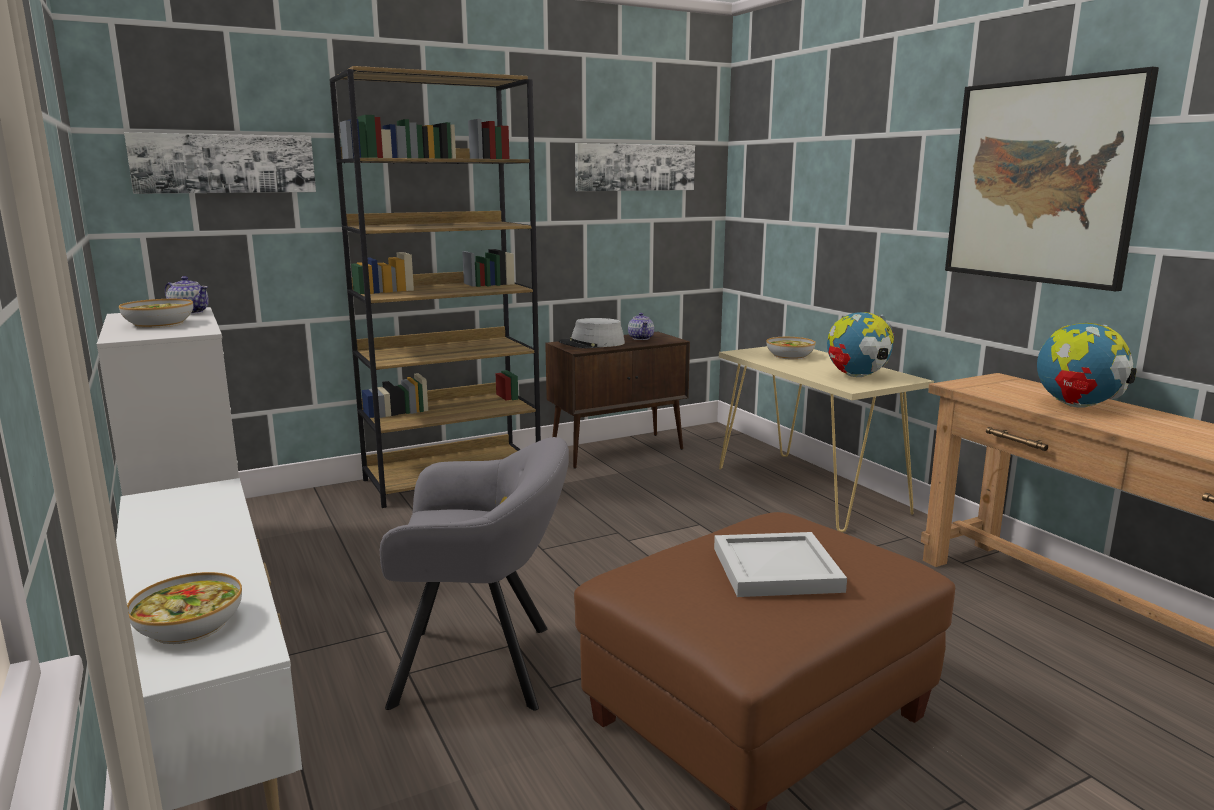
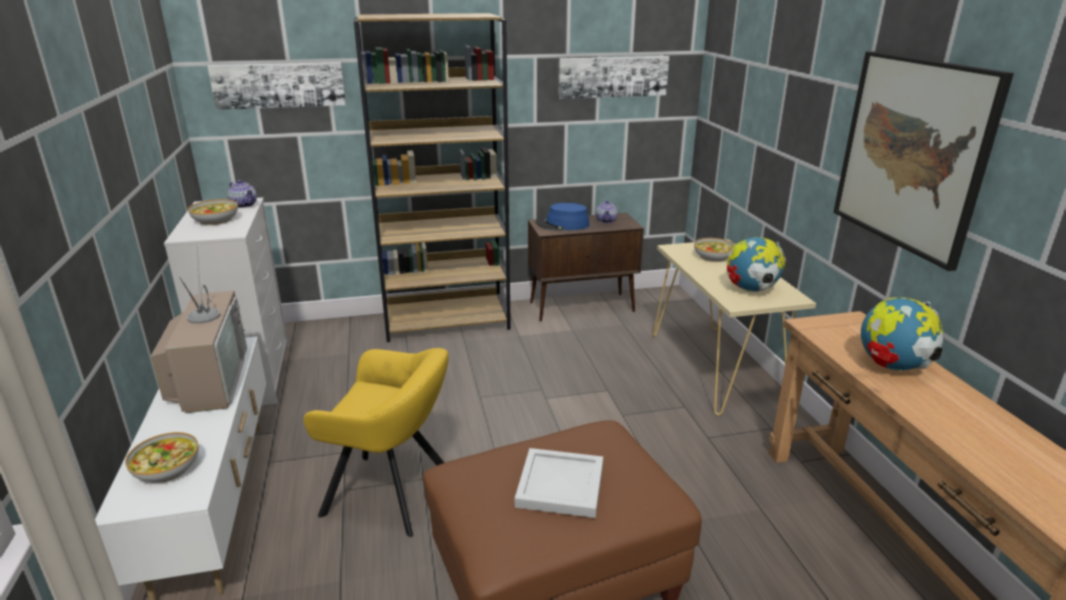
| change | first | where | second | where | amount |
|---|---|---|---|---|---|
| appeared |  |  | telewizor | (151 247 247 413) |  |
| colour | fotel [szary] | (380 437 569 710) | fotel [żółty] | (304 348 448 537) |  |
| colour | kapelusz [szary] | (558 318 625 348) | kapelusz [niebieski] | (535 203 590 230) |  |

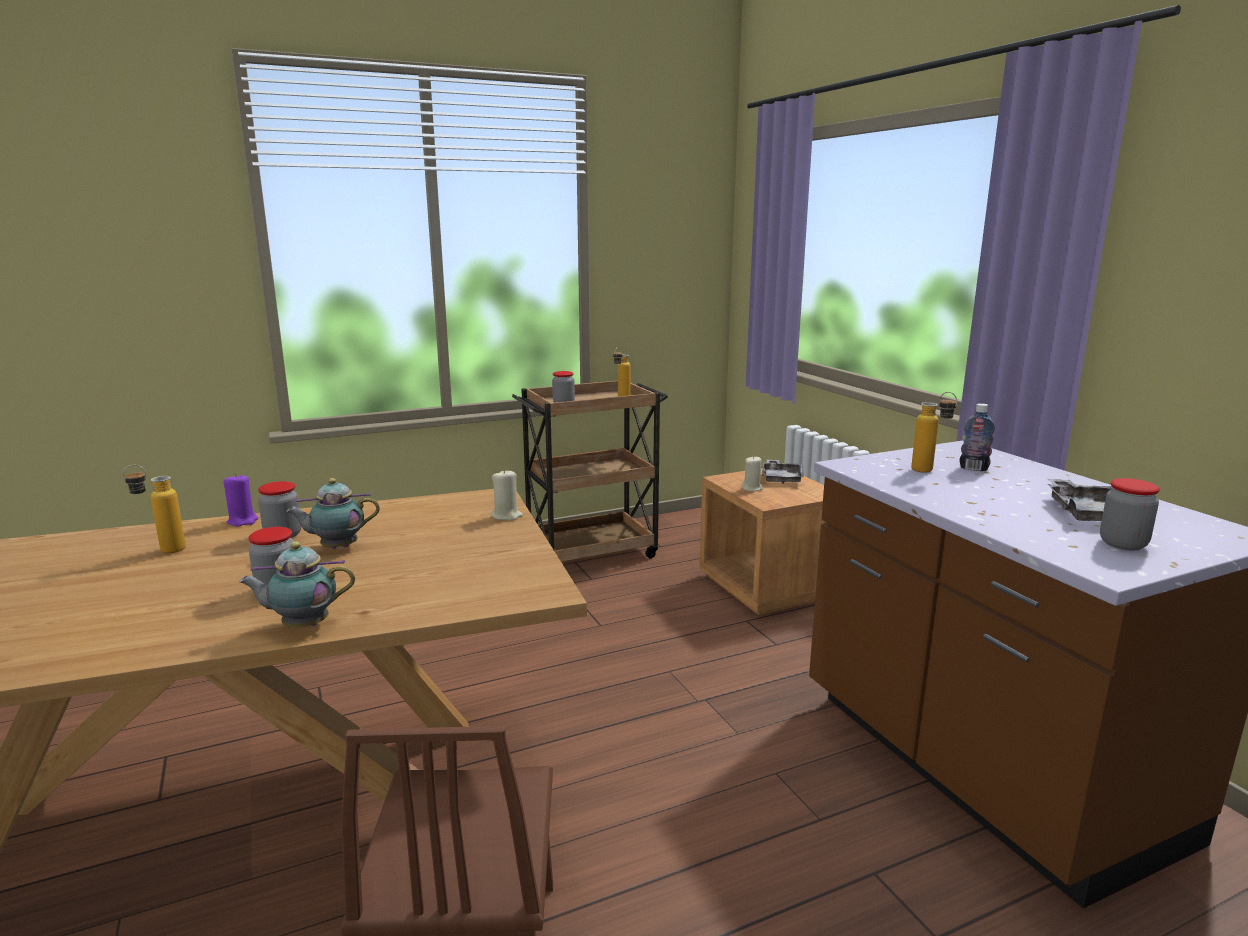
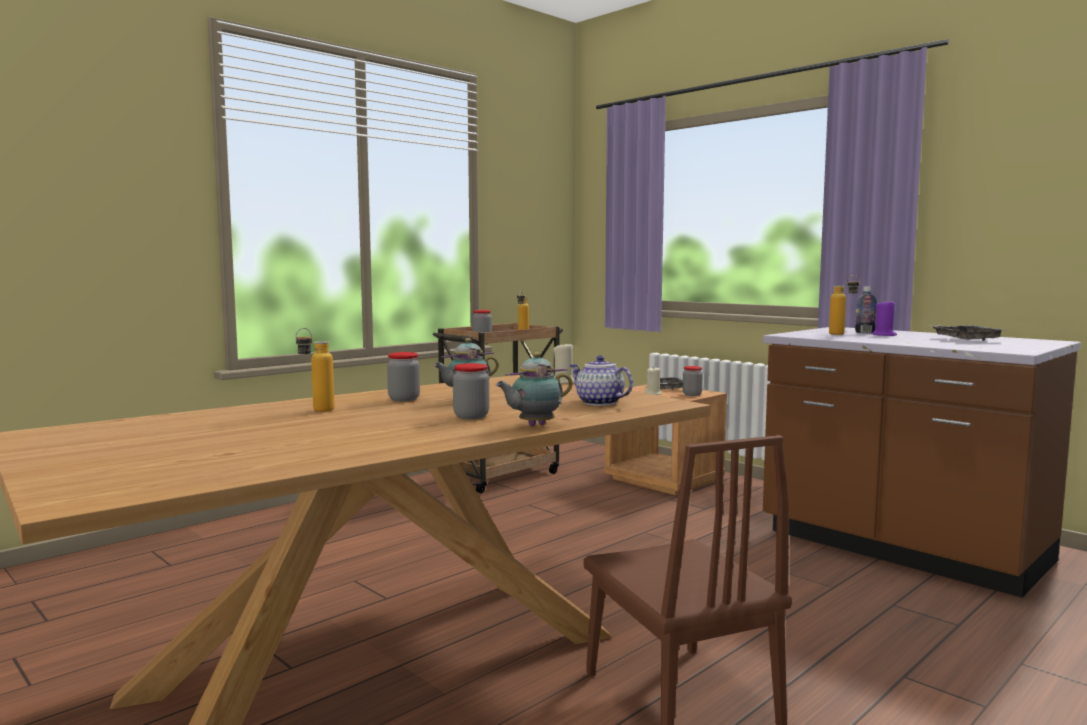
| change | first | where | second | where | amount |
|---|---|---|---|---|---|
| appeared |  |  | imbryk | (570 355 633 406) |  |
| relocated | świeca [fioletowy] | (224 473 258 527) |  | (872 299 897 336) |  |
| relocated | słoik | (1100 478 1160 551) |  | (683 366 703 396) |  |

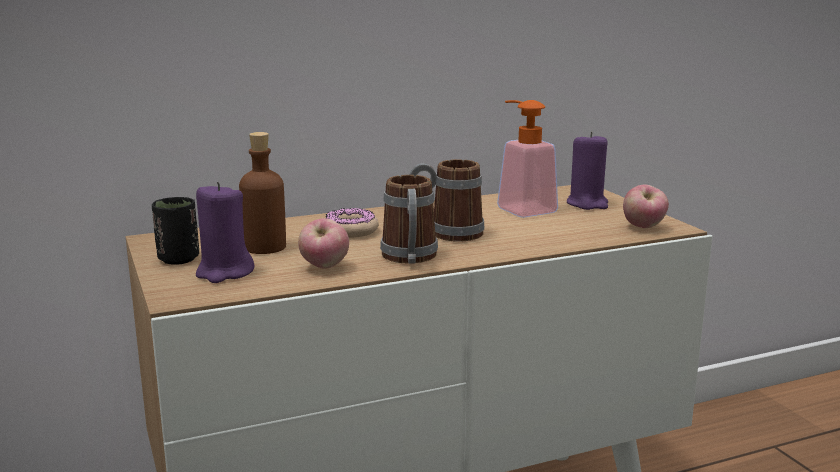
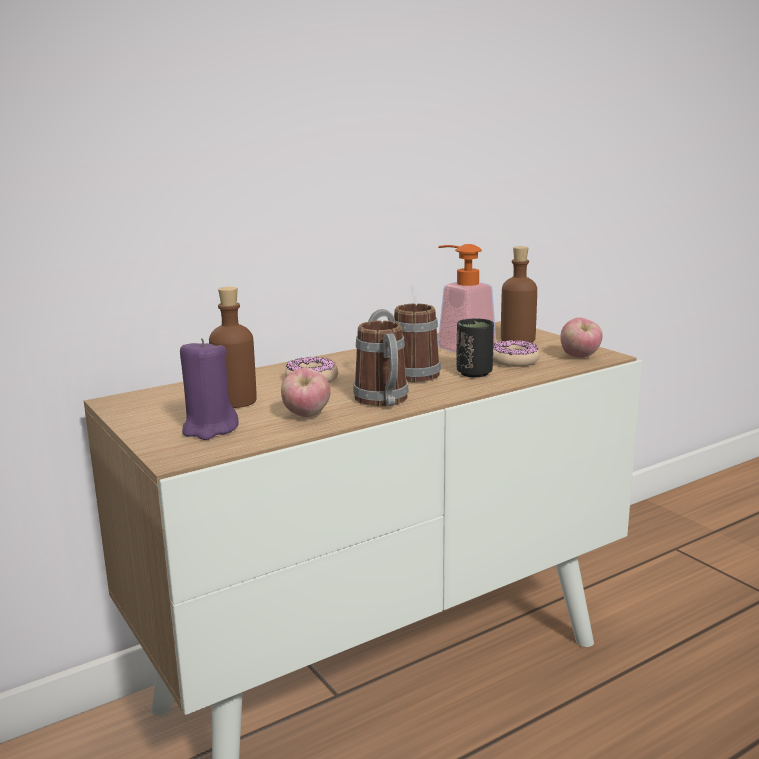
| change | first | where | second | where | amount |
|---|---|---|---|---|---|
| appeared |  |  | donut | (493 340 540 367) |  |
| relocated | filiżanka [czarny] | (152 197 199 265) |  | (457 319 494 377) |  |
| exchanged | świeca [fioletowy] | (567 131 608 210) | butelka [brązowy] | (501 246 537 342) |  |

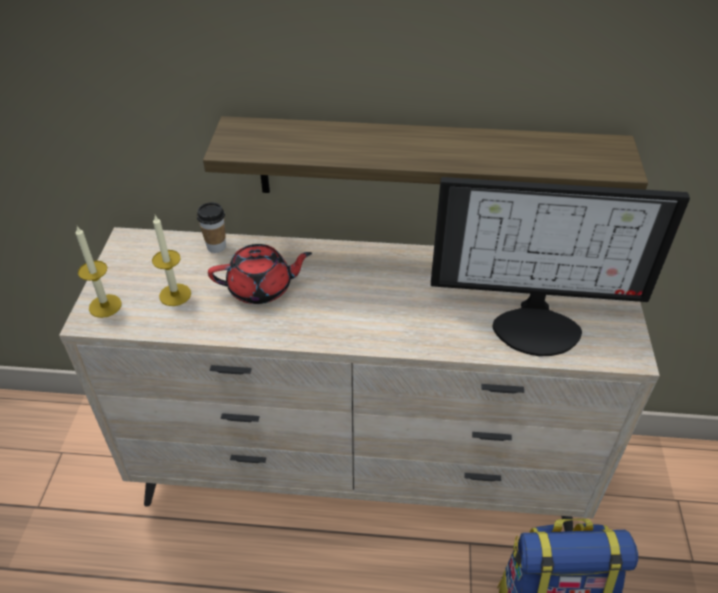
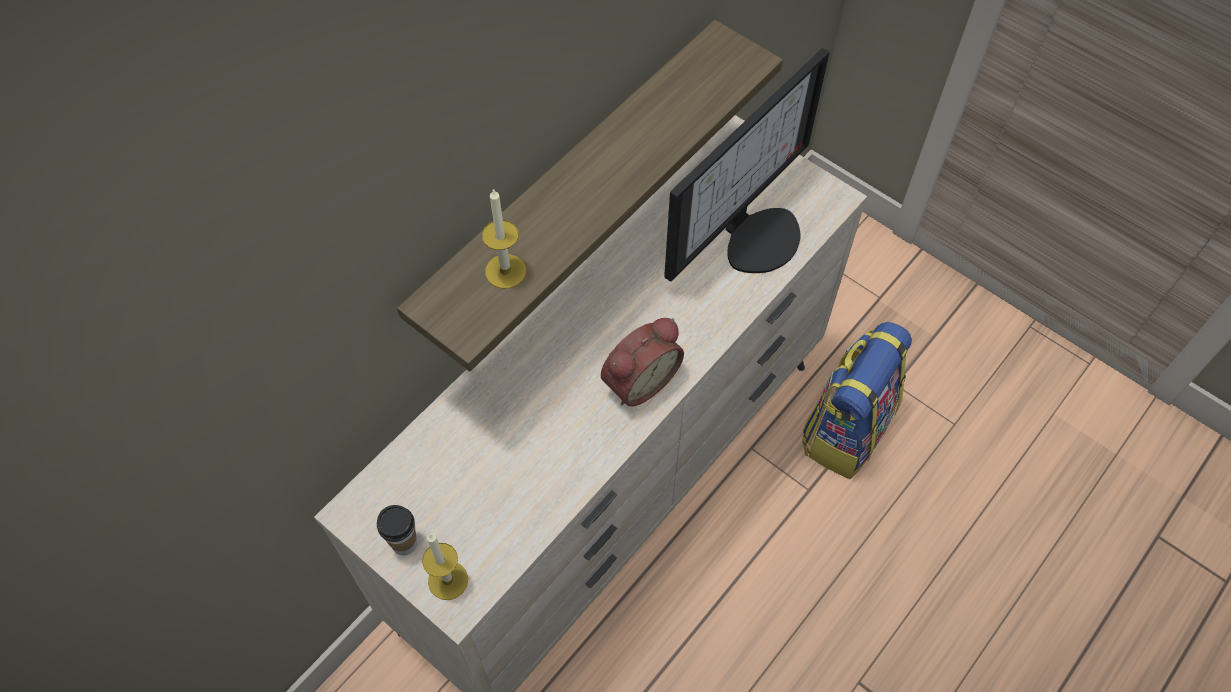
| change | first | where | second | where | amount |
|---|---|---|---|---|---|
| missing | imbryk [czerwony] | (208 244 312 304) |  |  |  |
| appeared |  |  | budzik | (601 318 684 407) |  |
| relocated | świeca | (152 216 191 306) |  | (482 188 526 289) |  |
| relocated | filiżanka | (197 202 226 253) |  | (377 505 417 555) |  |

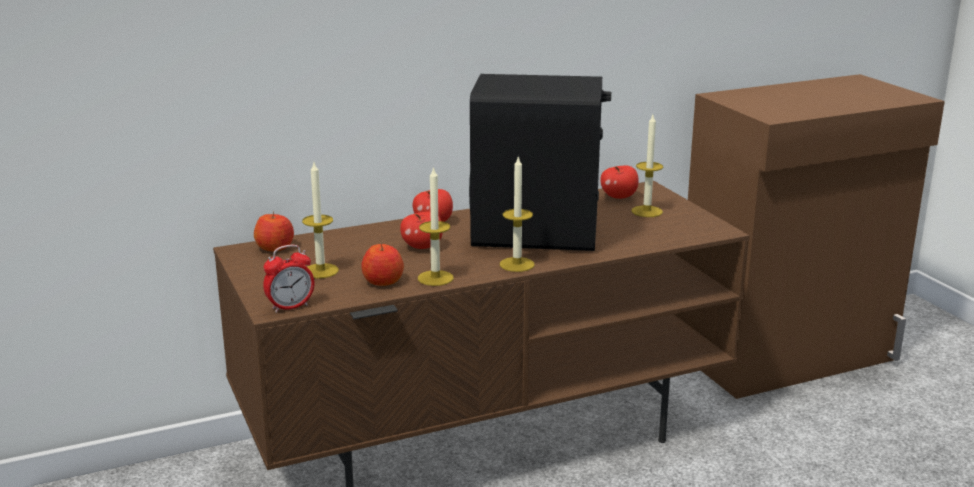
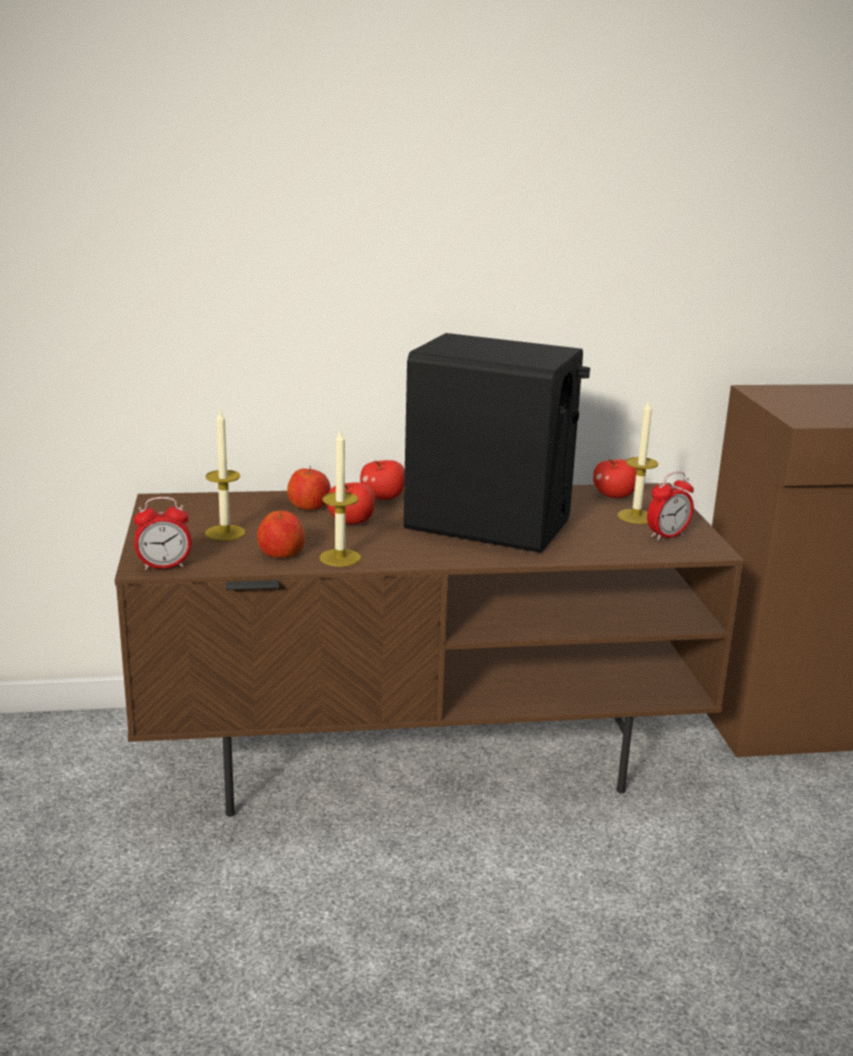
| change | first | where | second | where | amount |
|---|---|---|---|---|---|
| missing | świeca | (500 155 535 272) |  |  |  |
| appeared |  |  | budzik | (647 472 694 541) |  |
| relocated | jabłko | (254 211 294 251) |  | (287 466 331 510) |  |

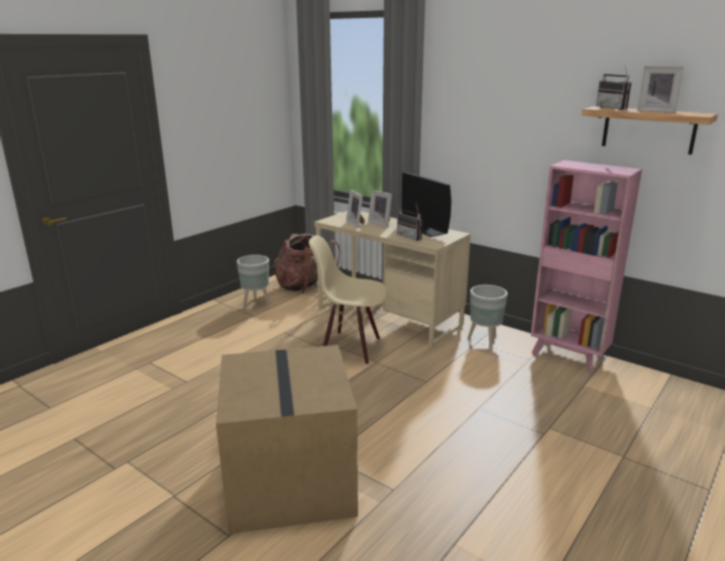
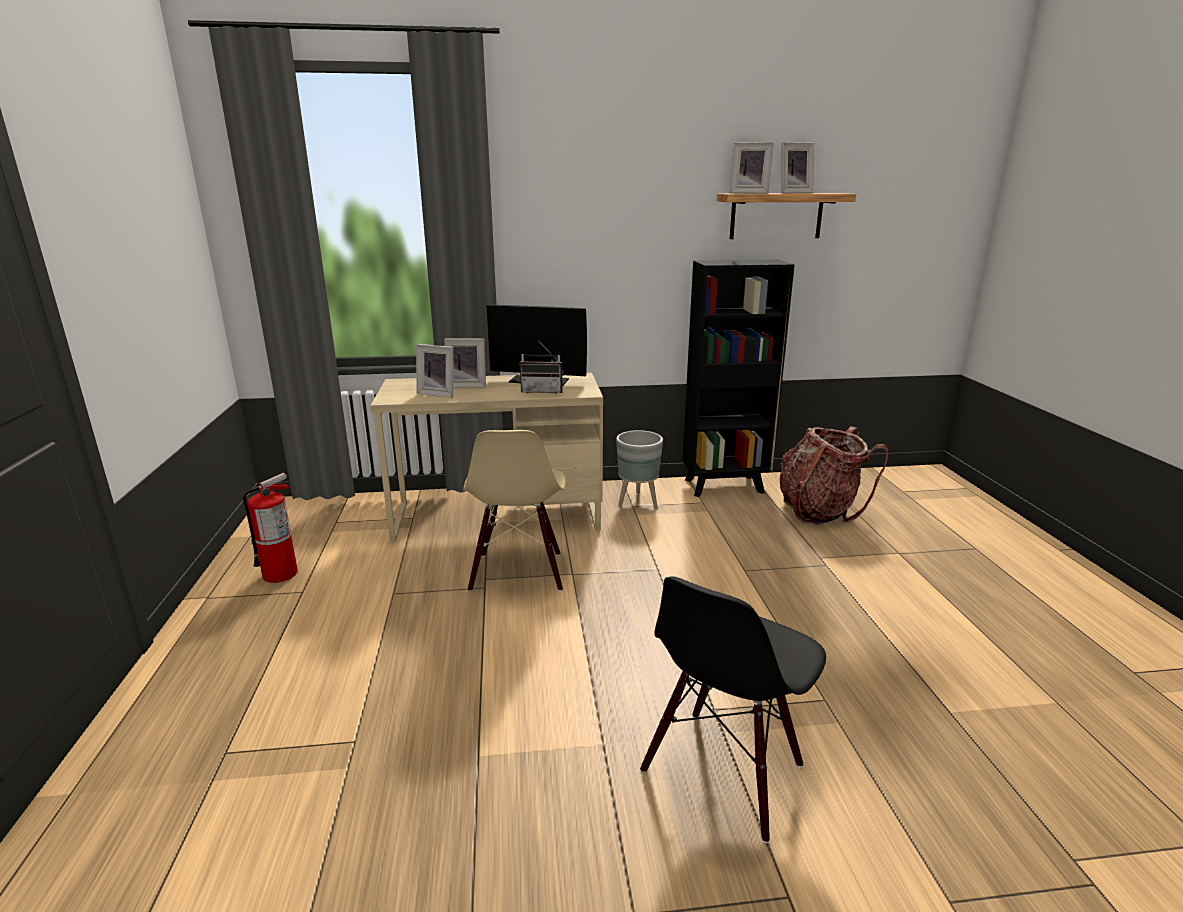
| change | first | where | second | where | amount |
|---|---|---|---|---|---|
| relocated | plecak | (274 233 340 294) |  | (780 426 888 524) |  |
| exchanged | karton | (216 345 358 534) | krzesło [czarny] | (640 576 826 843) |  |
| exchanged | donica [szary] | (237 255 270 309) | gaśnica | (243 473 298 583) |  |
| exchanged | radio | (596 66 632 110) | ramka na zdjęcie | (730 142 774 194) |  |
| colour | regał [różowy] | (531 160 642 372) | regał [czarny] | (683 259 795 497) |  |
| spun | krzesło [beżowy] | (309 235 388 365) |  | (463 430 566 592) | 60 degrees counterclockwise |

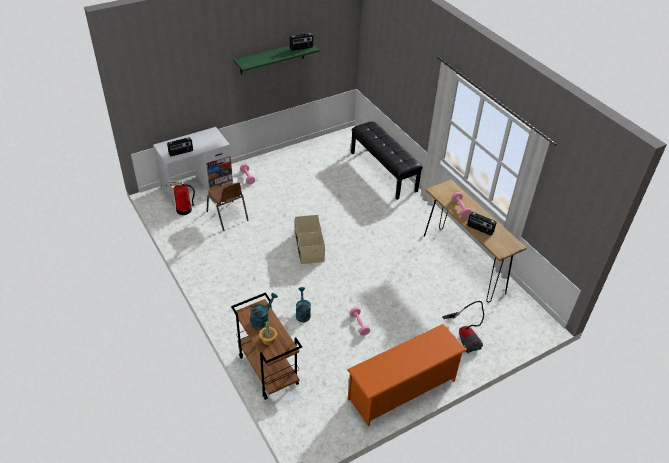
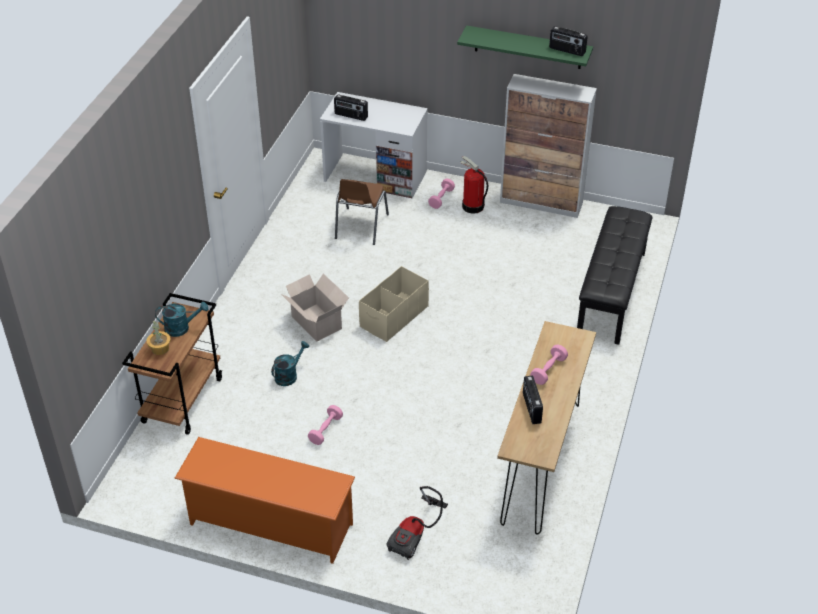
| change | first | where | second | where | amount |
|---|---|---|---|---|---|
| appeared |  |  | karton | (281 274 349 342) |  |
| appeared |  |  | szafka | (500 74 597 218) |  |
| relocated | gaśnica | (166 180 195 215) |  | (460 156 488 214) |  |

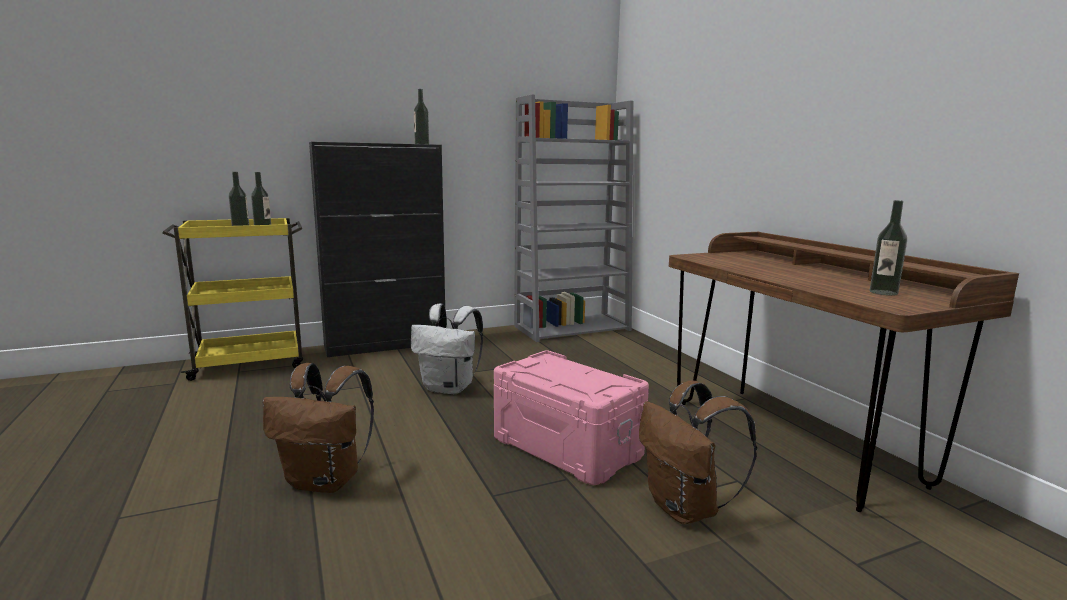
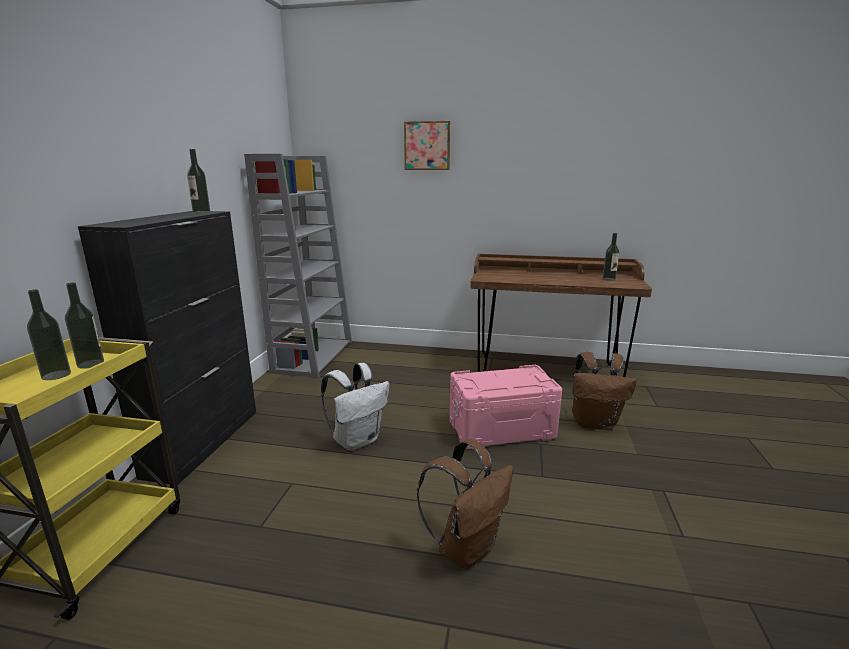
| change | first | where | second | where | amount |
|---|---|---|---|---|---|
| appeared |  |  | obraz | (404 121 450 170) |  |

